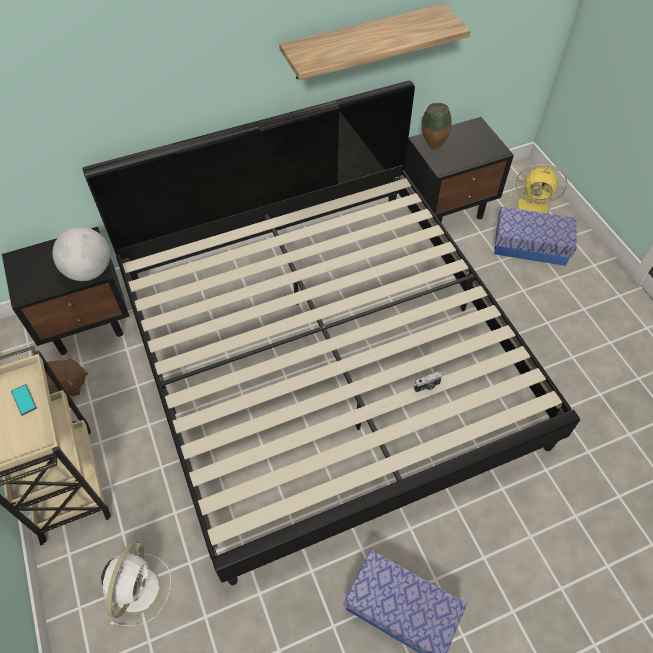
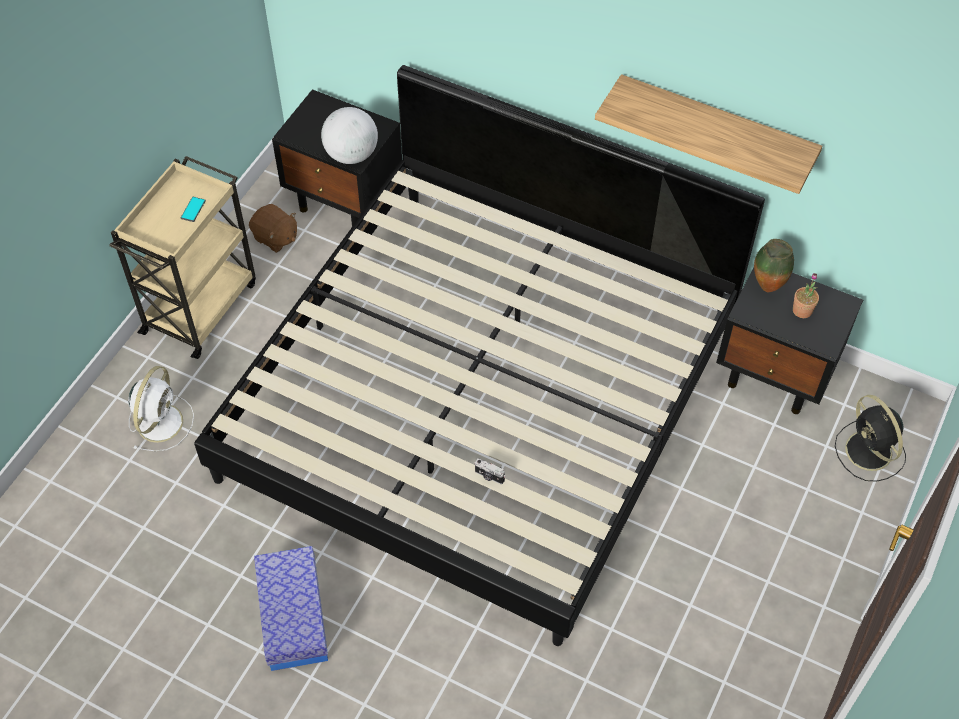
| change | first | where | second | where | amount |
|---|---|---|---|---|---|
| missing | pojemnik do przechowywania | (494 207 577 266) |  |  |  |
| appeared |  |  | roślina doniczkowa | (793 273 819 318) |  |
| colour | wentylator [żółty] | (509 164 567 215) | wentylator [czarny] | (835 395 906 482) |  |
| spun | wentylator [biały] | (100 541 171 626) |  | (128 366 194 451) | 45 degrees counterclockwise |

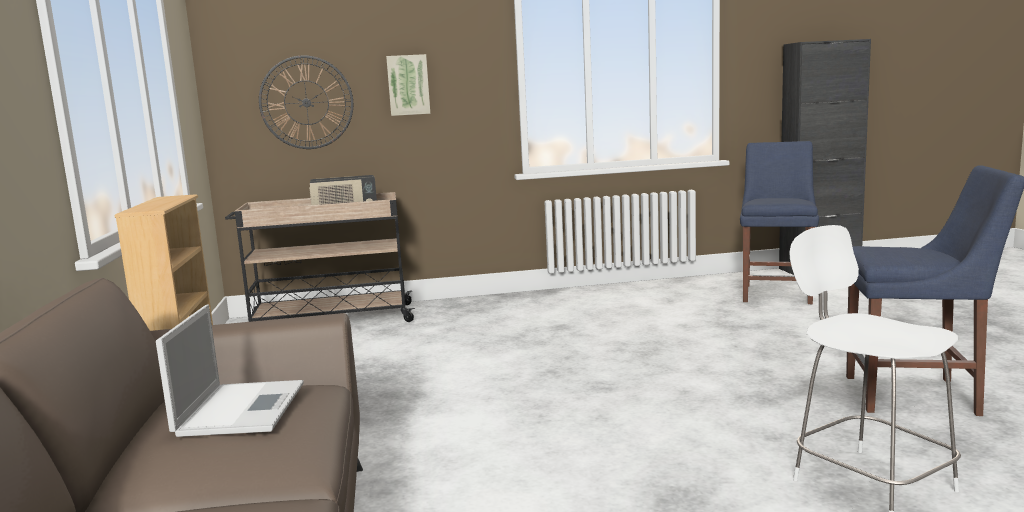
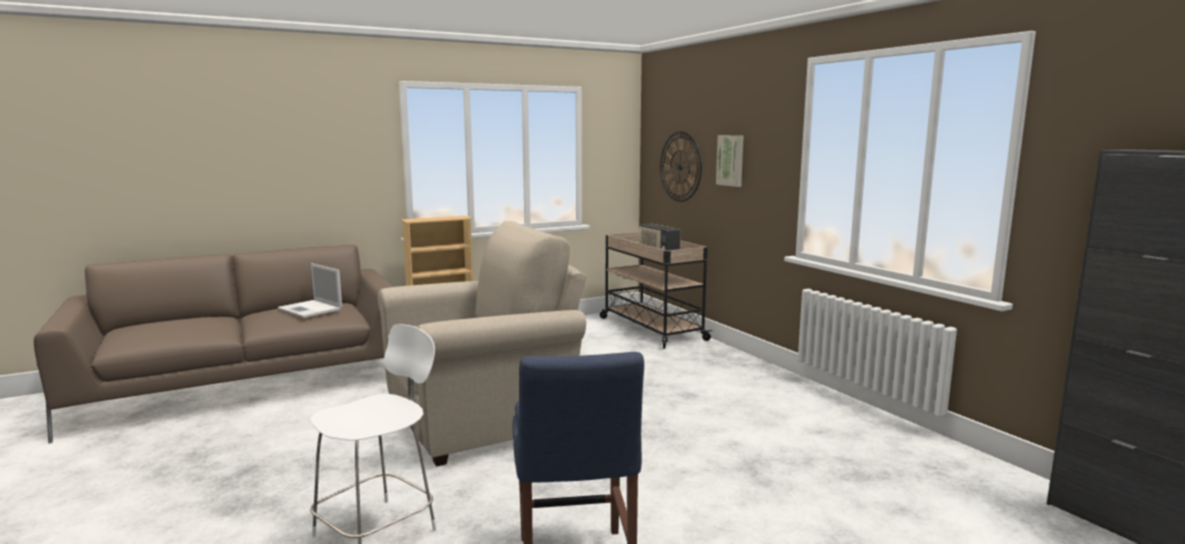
| change | first | where | second | where | amount |
|---|---|---|---|---|---|
| missing | krzesło [niebieski] | (740 141 819 304) |  |  |  |
| appeared |  |  | fotel [beżowy] | (378 221 586 467) |  |
| spun | laptop | (156 304 304 437) |  | (277 263 342 318) | 60 degrees clockwise |

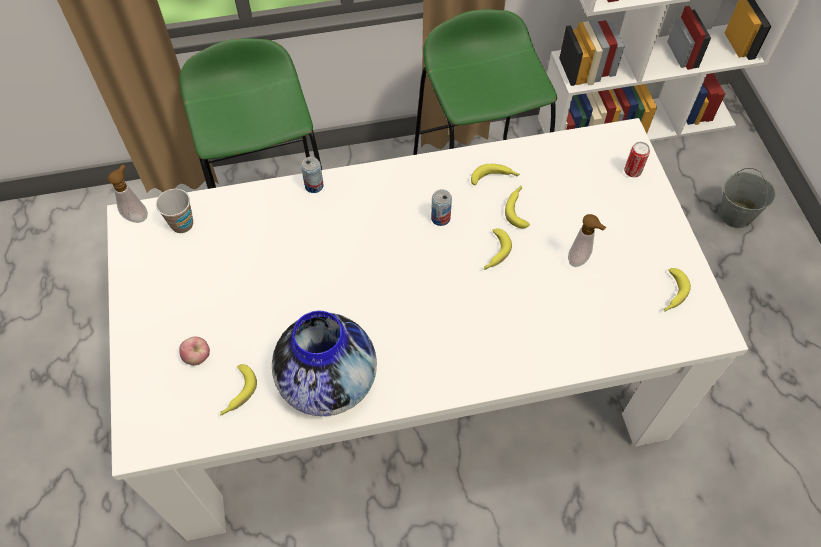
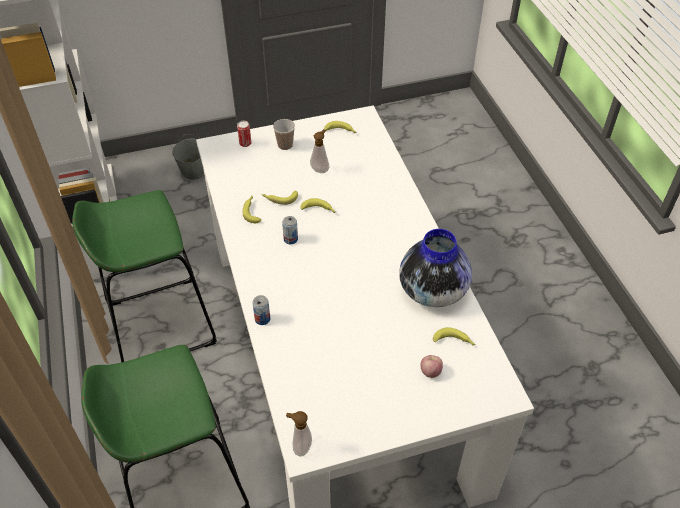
| change | first | where | second | where | amount |
|---|---|---|---|---|---|
| relocated | filiżanka | (156 189 193 233) |  | (273 119 295 150) |  |

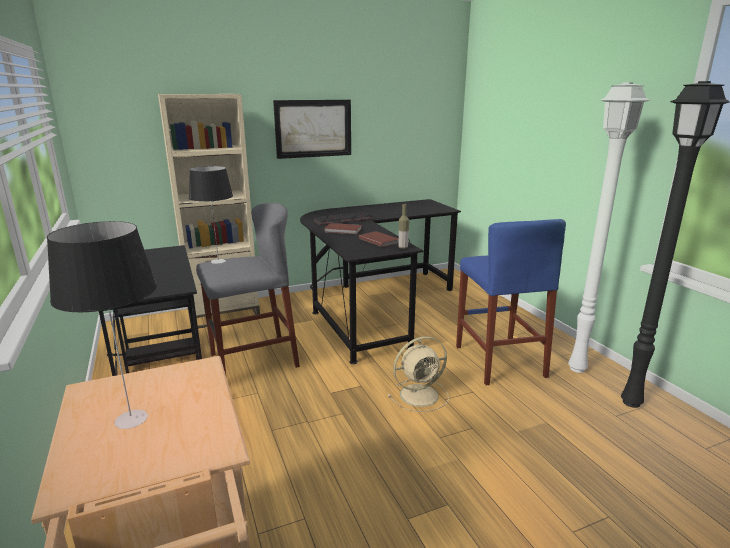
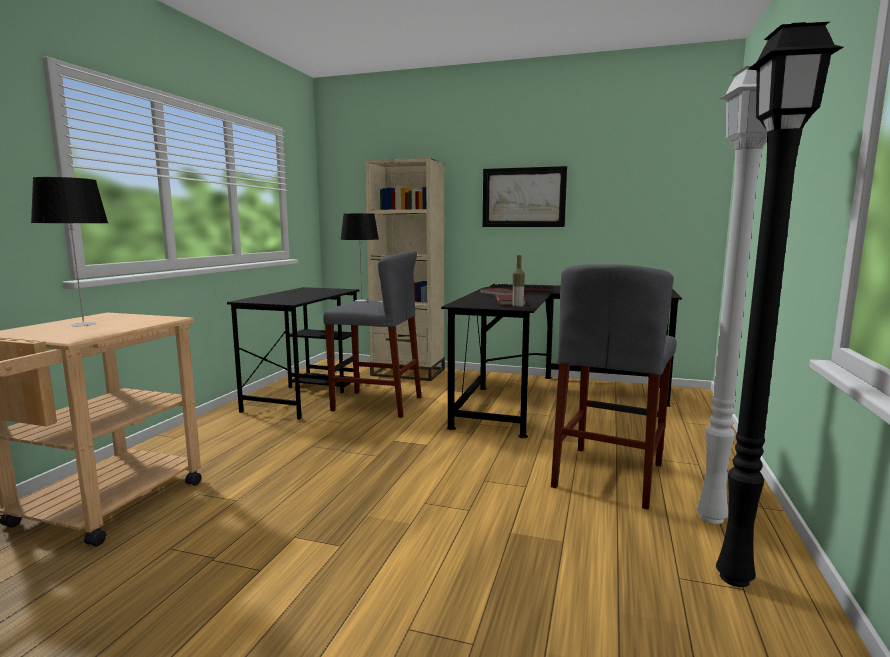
| change | first | where | second | where | amount |
|---|---|---|---|---|---|
| missing | wentylator [beżowy] | (387 336 449 412) |  |  |  |
| colour | stołek [niebieski] | (456 219 566 385) | stołek [szary] | (551 264 677 510) |  |

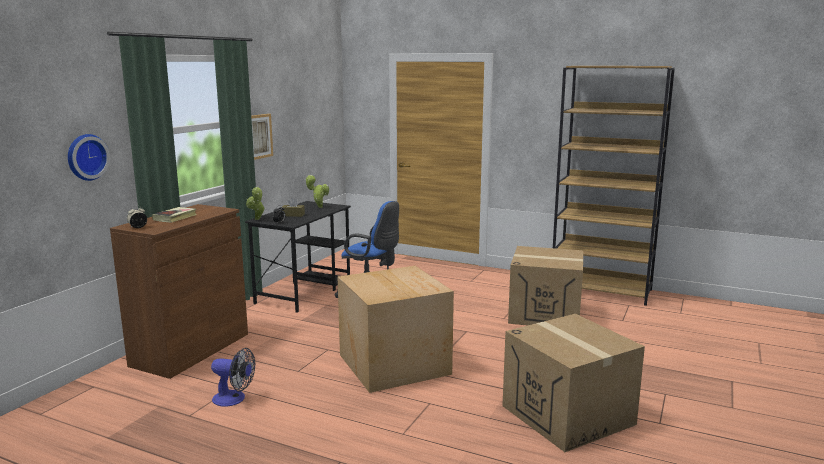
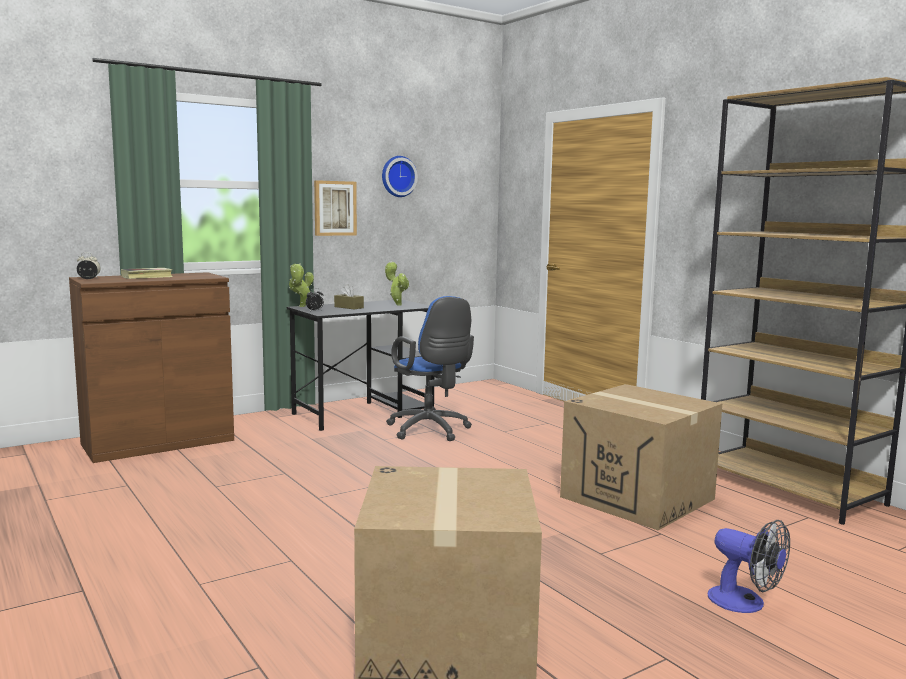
| change | first | where | second | where | amount |
|---|---|---|---|---|---|
| missing | karton | (337 266 454 393) |  |  |  |
| relocated | zegar ścienny | (68 134 110 181) |  | (382 156 418 197) |  |
| relocated | wentylator | (211 348 255 407) |  | (708 520 790 613) |  |

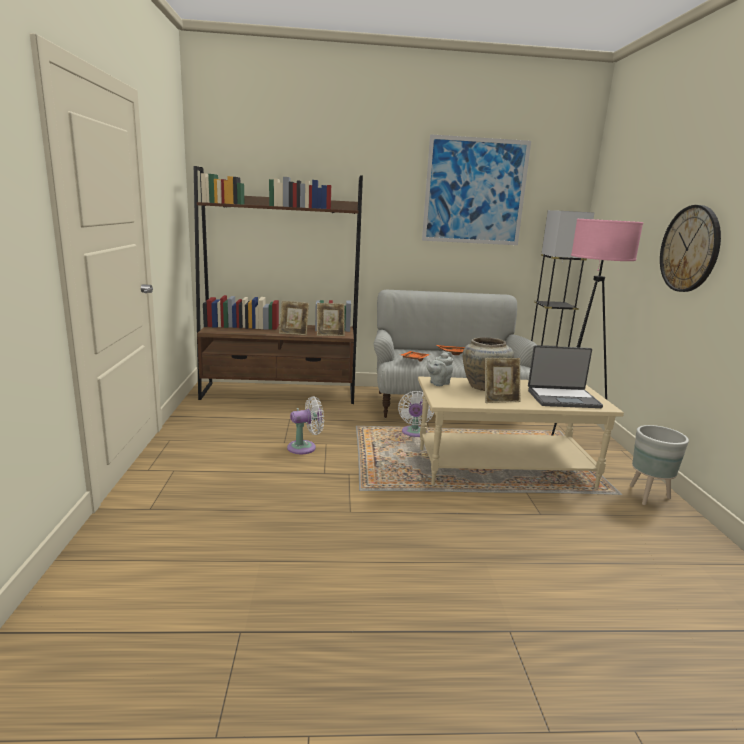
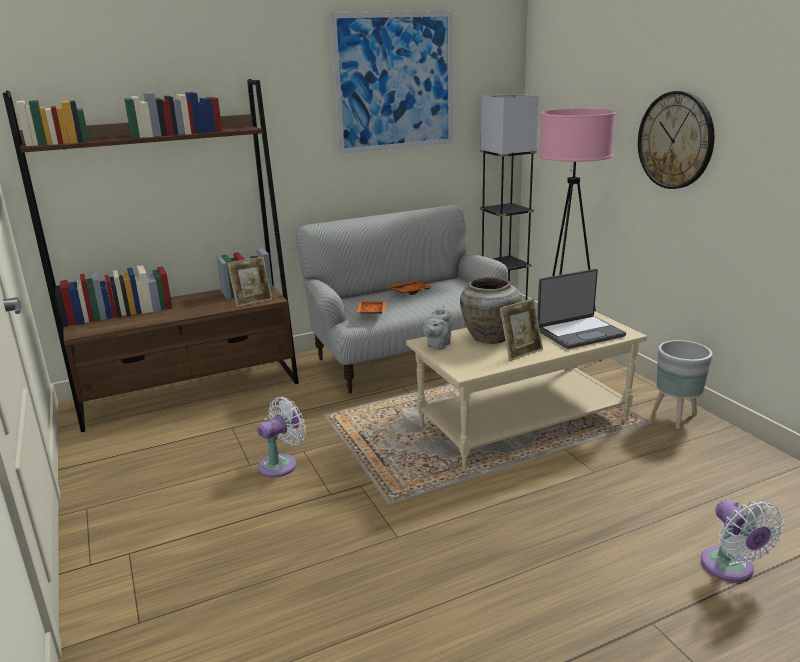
| change | first | where | second | where | amount |
|---|---|---|---|---|---|
| missing | ramka na zdjęcie | (279 301 309 335) |  |  |  |
| relocated | wentylator [biały] | (398 391 434 437) |  | (701 500 784 582) |  |

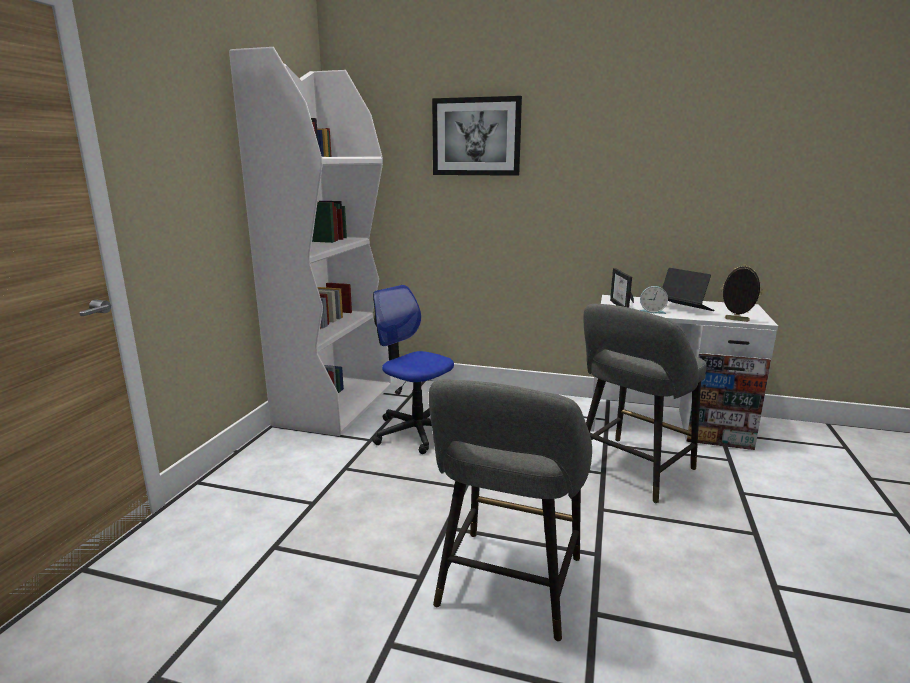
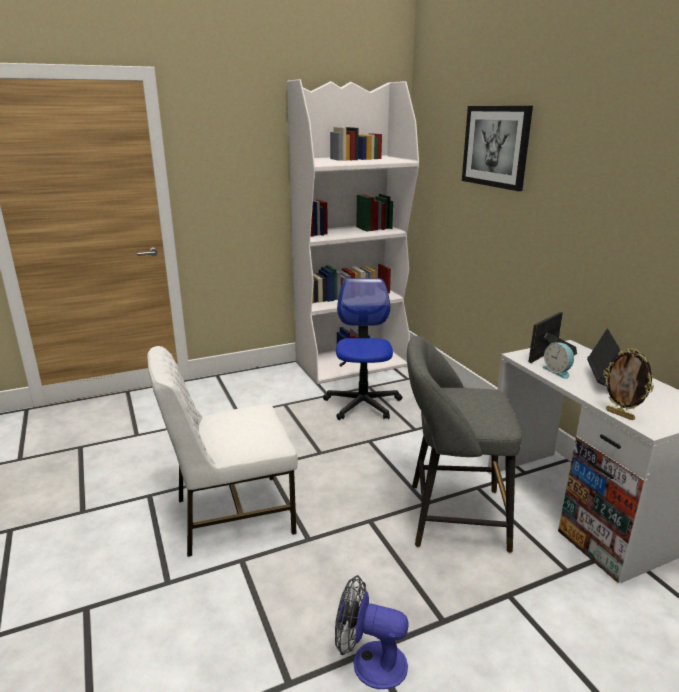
| change | first | where | second | where | amount |
|---|---|---|---|---|---|
| appeared |  |  | wentylator | (335 575 408 689) |  |
| exchanged | stołek [szary] | (429 379 592 641) | krzesło [biały] | (147 346 298 557) |  |
| spun | ramka na zdjęcie | (721 264 763 322) |  | (603 348 654 420) | 150 degrees clockwise |

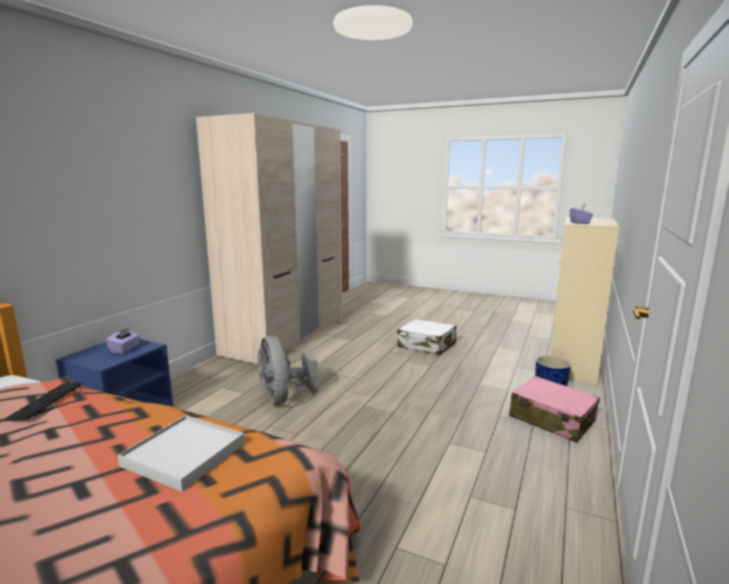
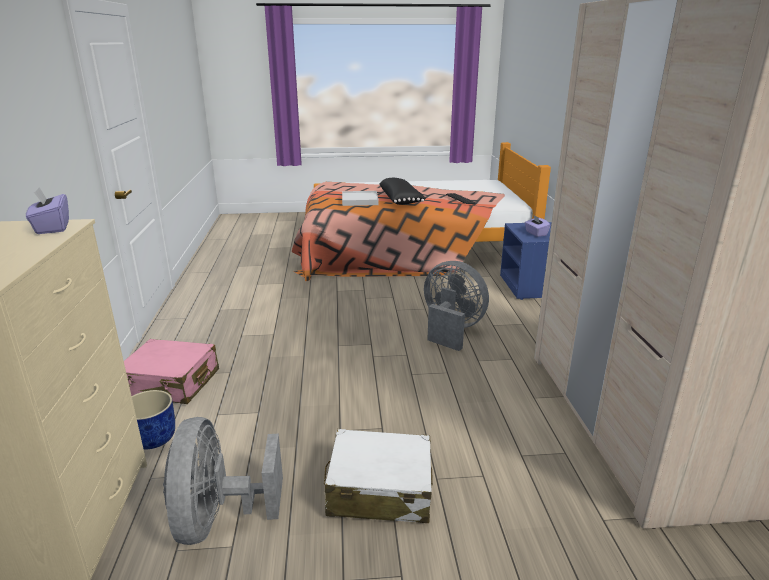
| change | first | where | second | where | amount |
|---|---|---|---|---|---|
| appeared |  |  | wentylator [szary] | (163 417 283 545) |  |
| appeared |  |  | poduszka [czarny] | (379 178 426 205) |  |

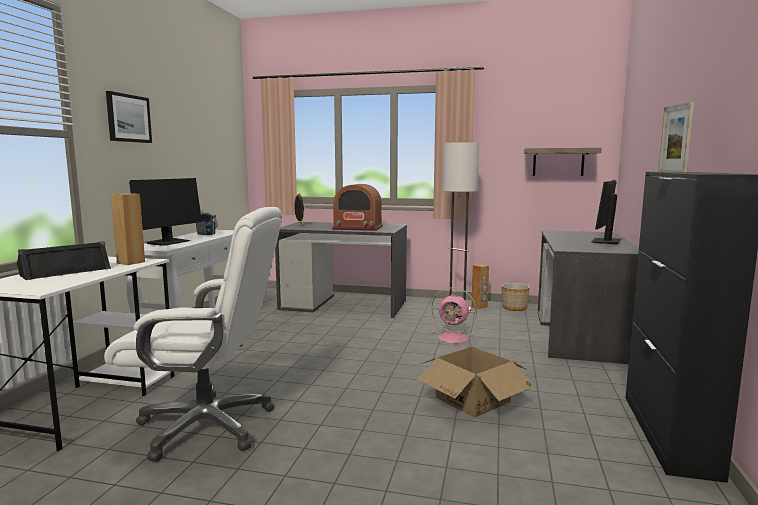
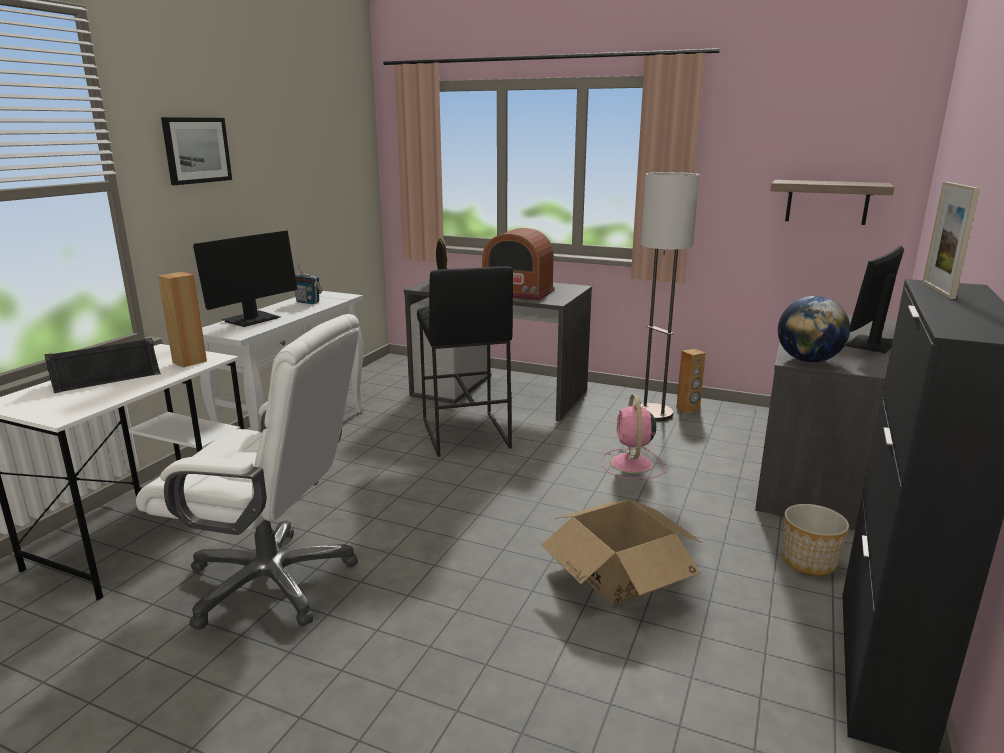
| change | first | where | second | where | amount |
|---|---|---|---|---|---|
| appeared |  |  | stołek [czarny] | (417 266 513 457) |  |
| appeared |  |  | globus | (778 296 850 362) |  |
| relocated | donica | (502 283 530 311) |  | (782 504 849 576) |  |
| spun | wentylator [różowy] | (430 287 477 346) |  | (601 394 665 479) | 60 degrees clockwise |

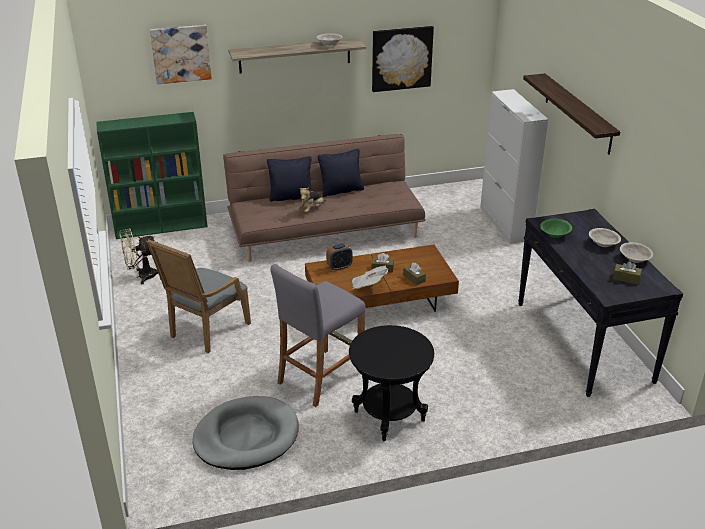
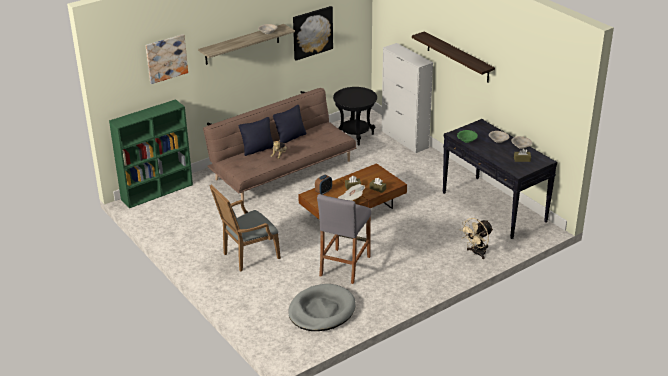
| change | first | where | second | where | amount |
|---|---|---|---|---|---|
| relocated | wentylator [beżowy] | (120 228 158 284) |  | (460 218 493 259) |  |
| relocated | stolik [czarny] | (349 325 434 441) |  | (333 87 377 146) |  |
| spun | fotel [szary] | (146 239 251 353) |  | (209 184 281 271) | 45 degrees clockwise |

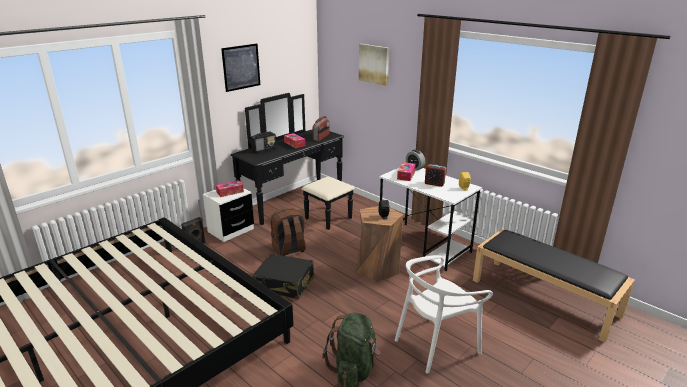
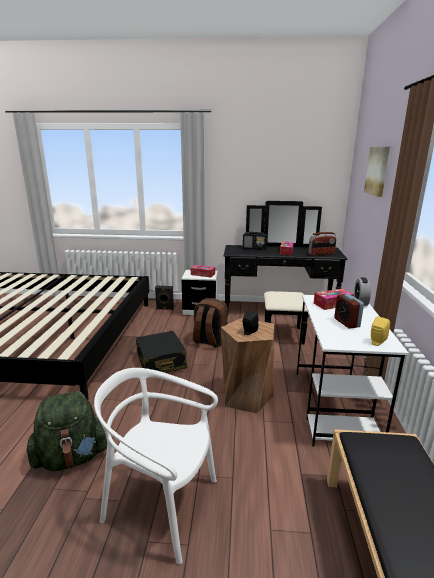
| change | first | where | second | where | amount |
|---|---|---|---|---|---|
| missing | obraz | (221 44 260 92) |  |  |  |

